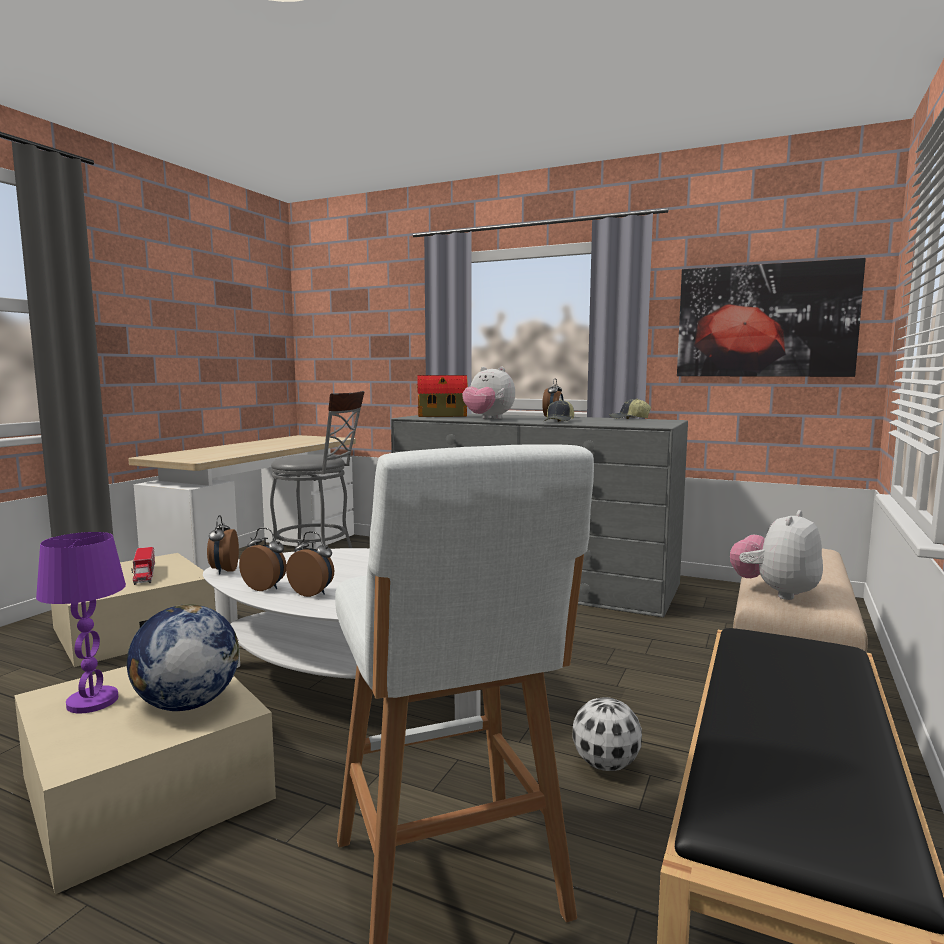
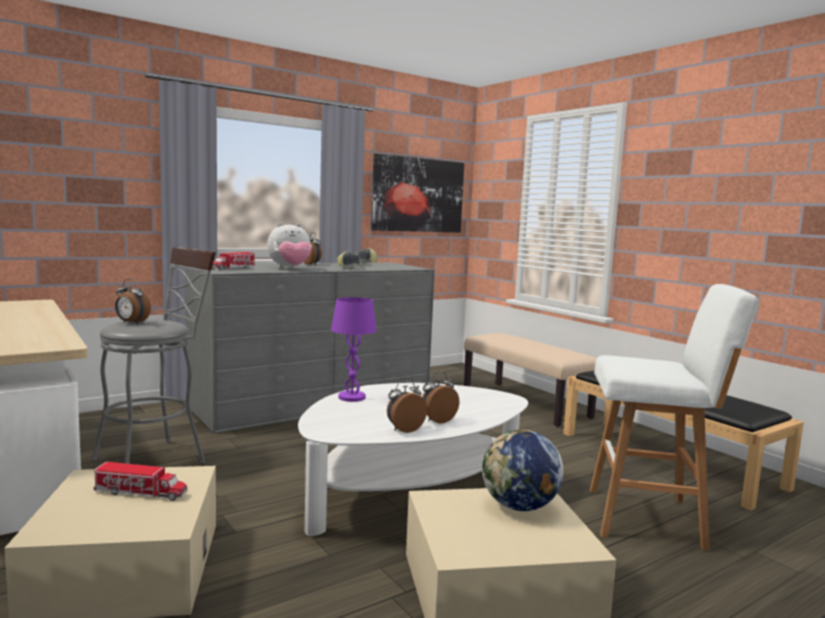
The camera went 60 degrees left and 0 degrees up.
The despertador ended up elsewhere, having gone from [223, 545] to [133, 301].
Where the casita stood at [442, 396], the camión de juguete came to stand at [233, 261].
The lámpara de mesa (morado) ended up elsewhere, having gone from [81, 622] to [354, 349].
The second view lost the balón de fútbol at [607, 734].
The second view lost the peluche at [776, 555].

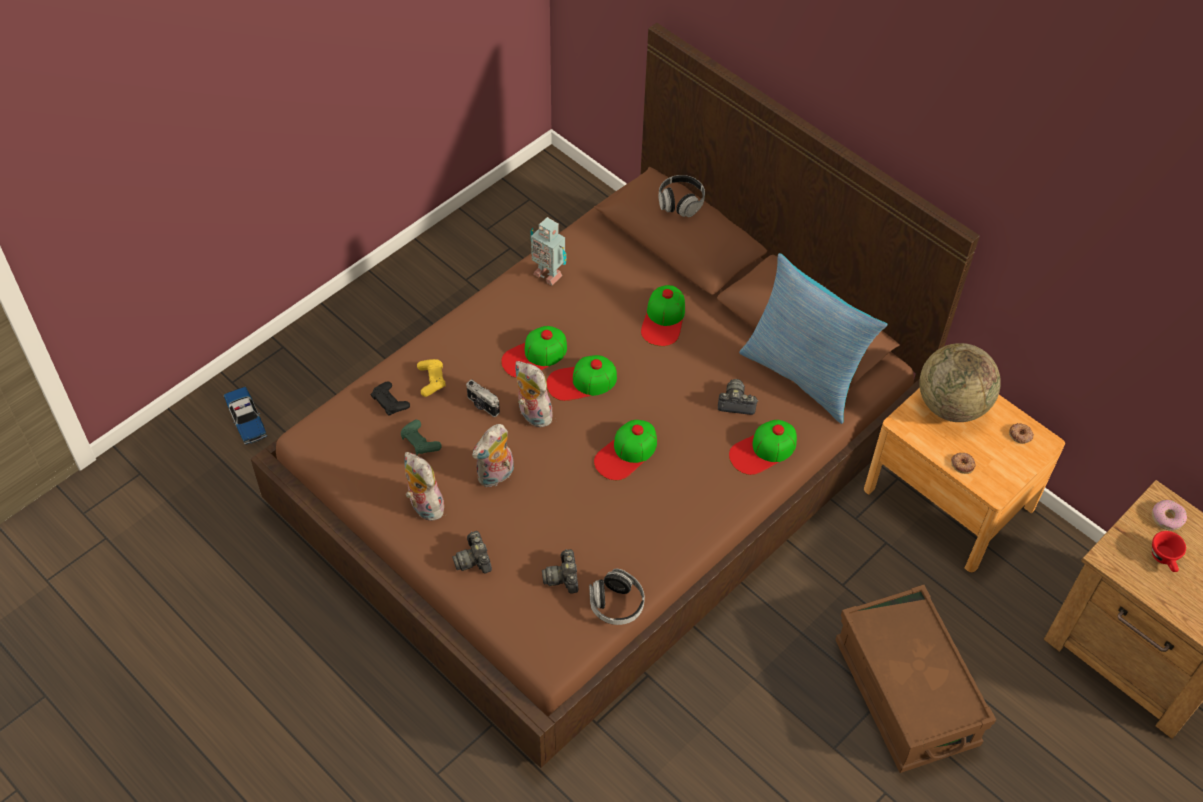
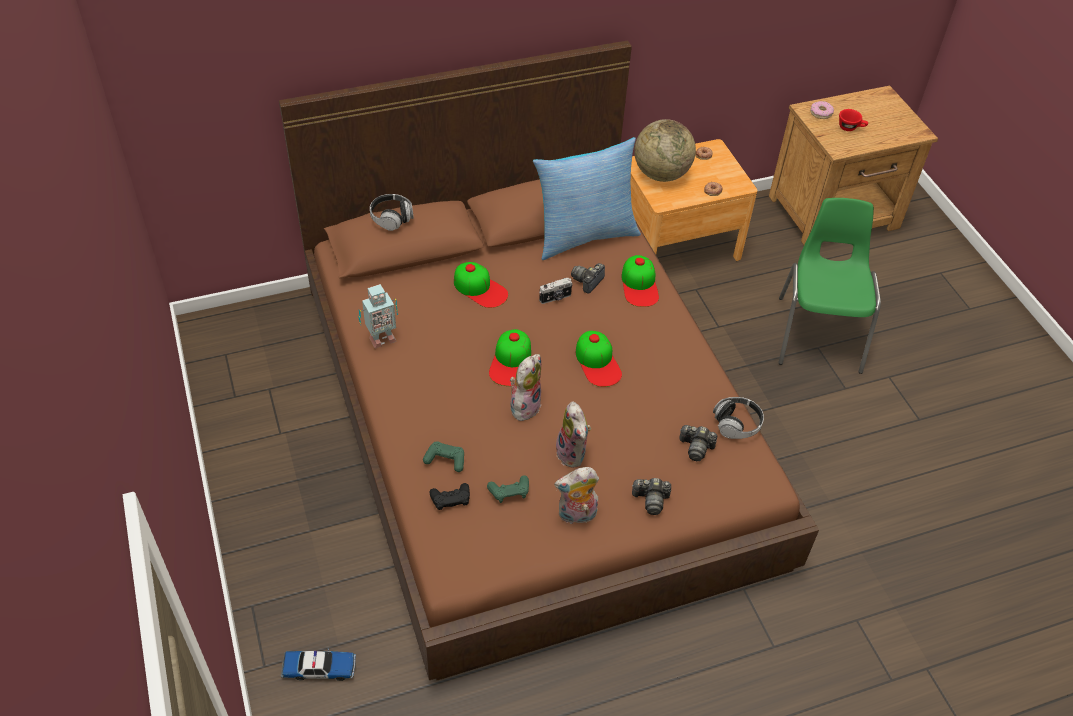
The camera went 65 degrees left and 5 degrees down.
What was the mando de consola (amarillo) at [431, 378] turned into the mando de consola (verde) at [443, 456].
The peluche at [534, 394] ended up facing another way, 135 degrees clockwise from before.
The cámara ended up elsewhere, having gone from [483, 398] to [556, 291].
Where the caja de almacenaje (marrón) stood at [915, 679], the silla (verde) came to stand at [829, 286].
The second view lost the gorra at [534, 352].

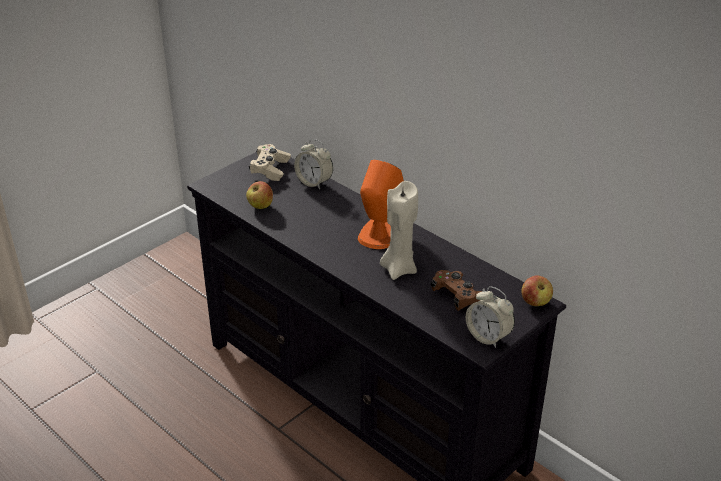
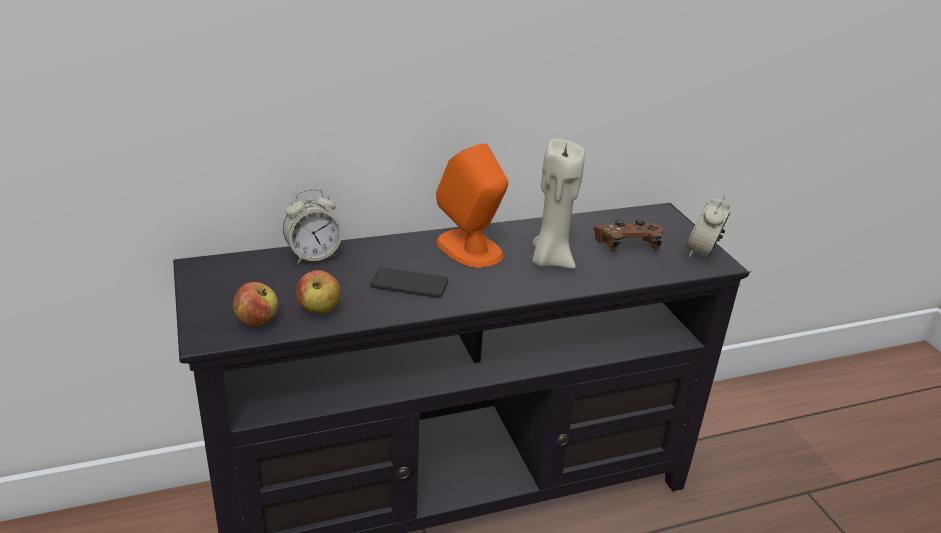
The camera went 65 degrees left and 5 degrees down.
The manzana ended up elsewhere, having gone from [537, 290] to [255, 304].
The second view gained the móvil at [409, 283].
The despertador at [490, 317] ended up facing another way, 135 degrees clockwise from before.
The second view lost the mando de consola (beis) at [270, 162].

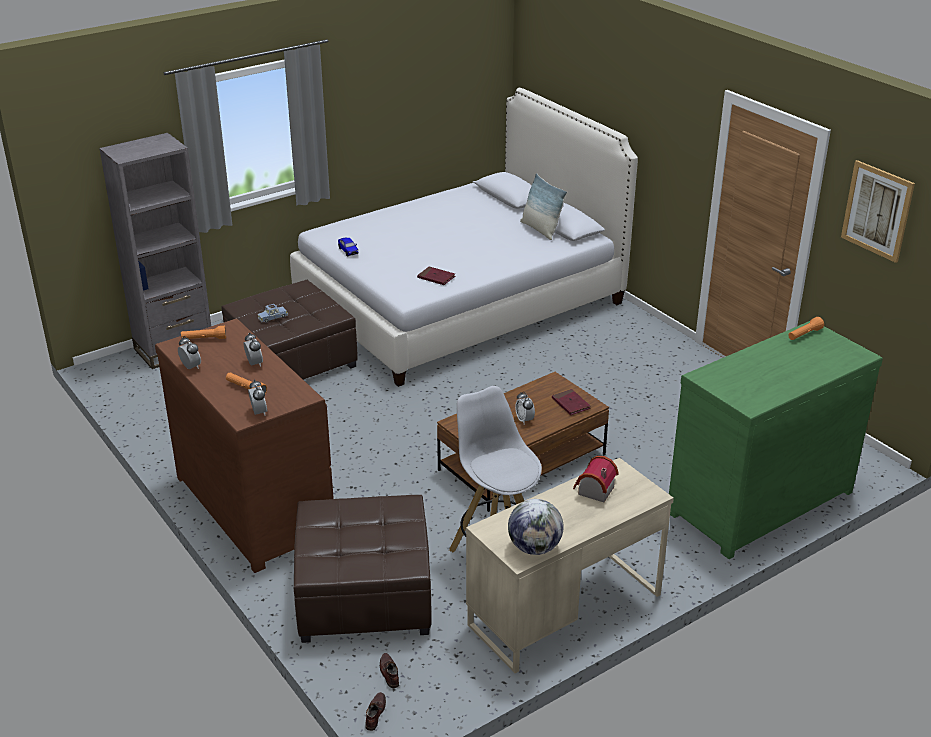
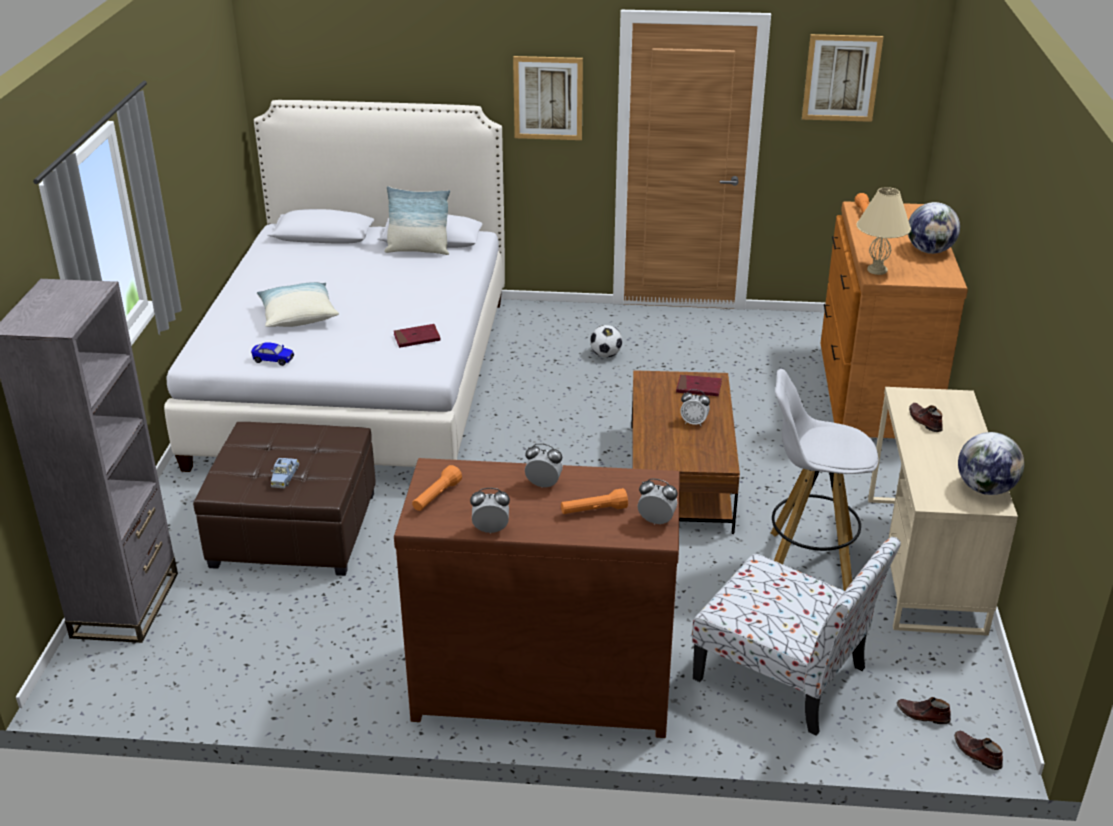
The camera went 50 degrees left and 0 degrees up.
The second view gained the cojín at [298, 304].
The second view gained the cuadro at [548, 98].
The second view gained the balón de fútbol at [606, 341].
Where the puf (marrón) stood at [363, 569], the silla came to stand at [796, 636].
What was the cómoda (verde) at [776, 440] turned into the cómoda (marrón) at [894, 319].
The second view gained the lámpara de mesa (beis) at [884, 231].
The second view gained the globo terráqueo at [934, 228].
Where the casita stood at [596, 479], the zapato (marrón) came to stand at [926, 417].

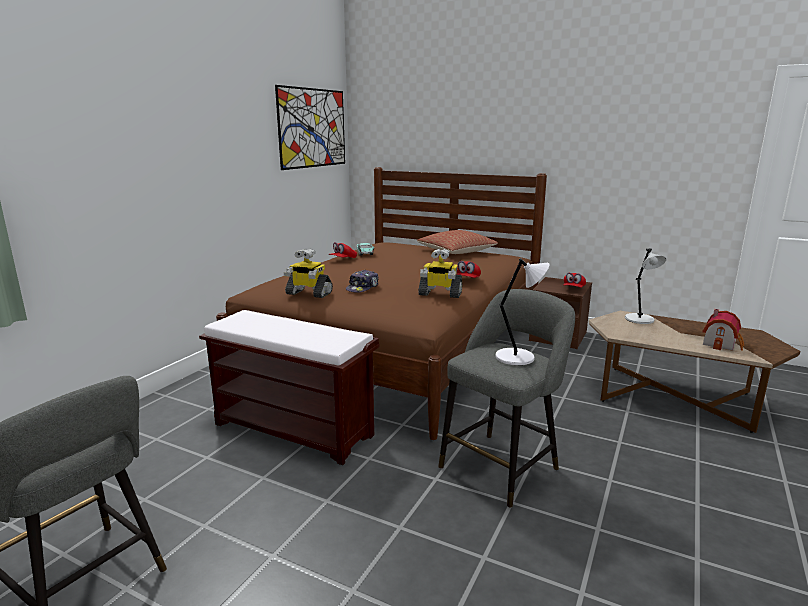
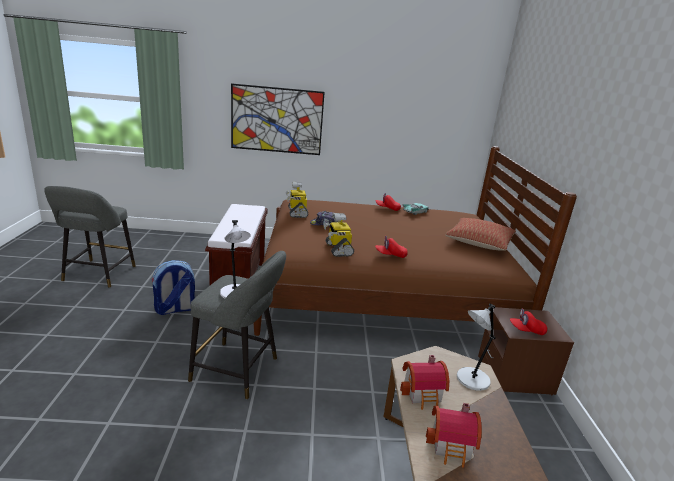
The camera went 60 degrees right and 5 degrees up.
The second view gained the mochila at [173, 287].
The cuadro ended up elsewhere, having gone from [310, 127] to [278, 119].
The second view gained the casita at [424, 382].

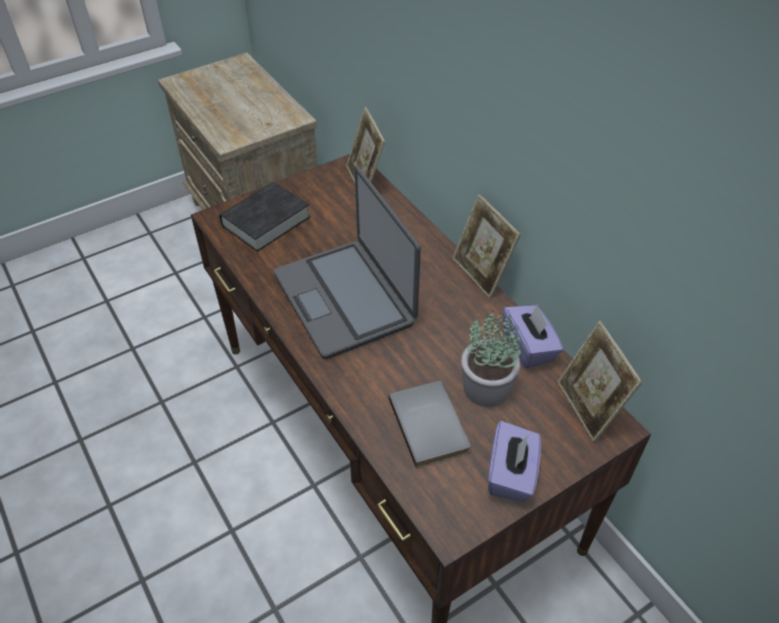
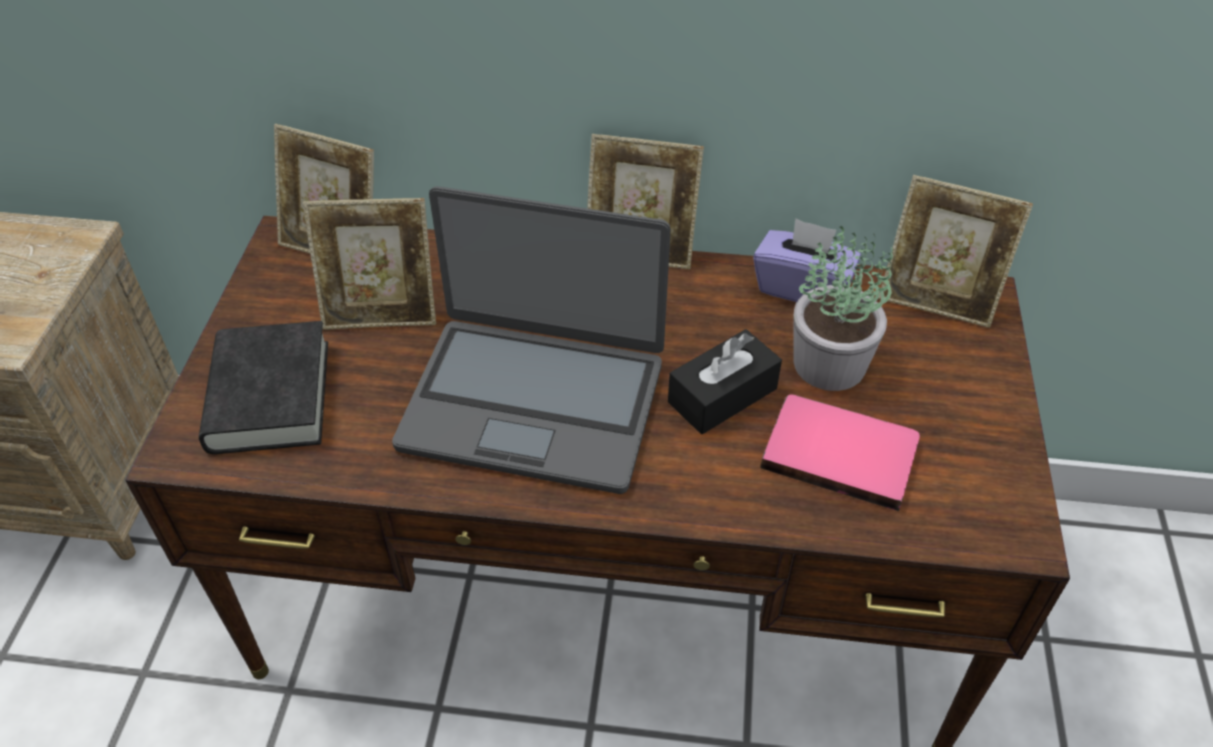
The camera went 50 degrees left and 0 degrees up.
The second view gained the portarretratos at [369, 264].
The second view gained the caja de pañuelos (negro) at [725, 381].
What was the libro (gris) at [429, 425] turned into the libro (rosa) at [840, 452].
The second view lost the caja de pañuelos (morado) at [514, 461].

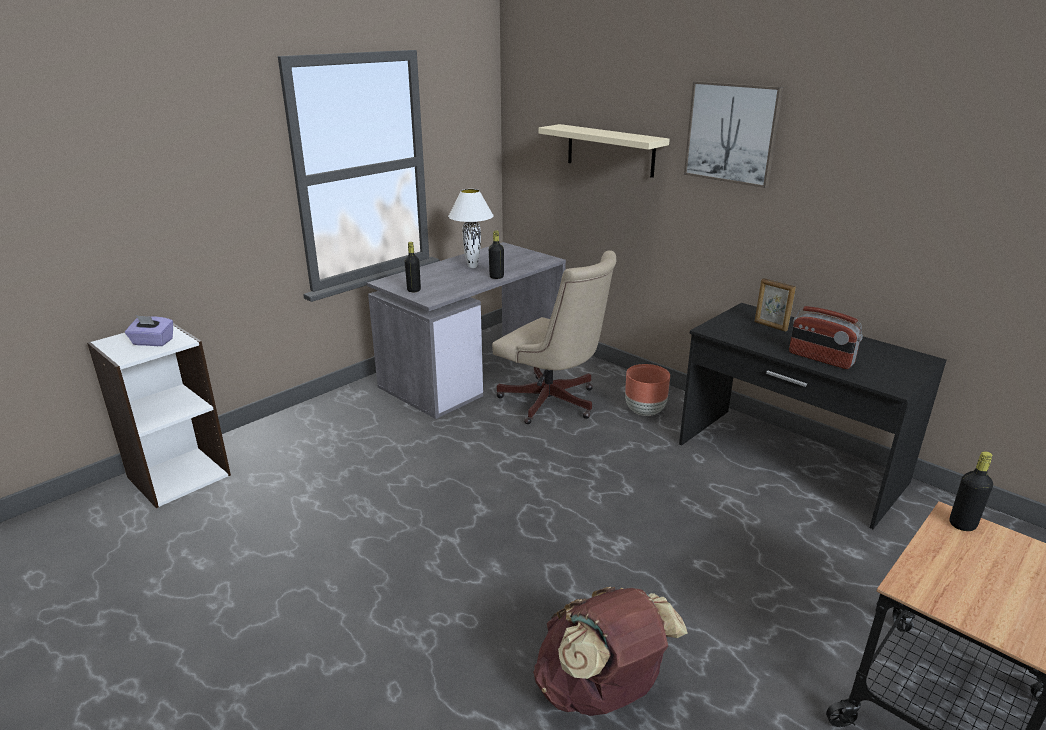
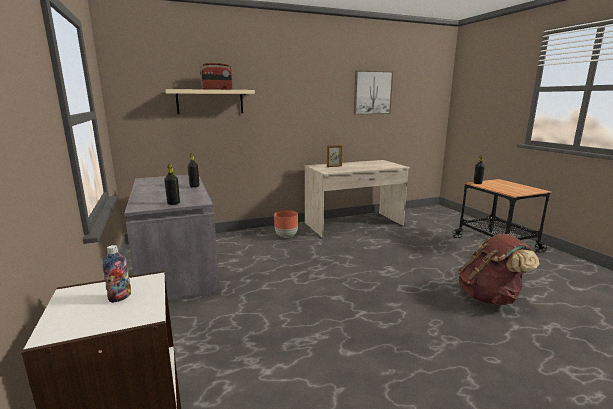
The camera went 65 degrees left and 10 degrees down.
Where the caja de pañuelos (morado) stood at [149, 330], the botella came to stand at [117, 274].
The radio ended up elsewhere, having gone from [826, 337] to [216, 76].
What was the escritorio (negro) at [812, 416] turned into the escritorio (beis) at [357, 199].
The cuadro ended up elsewhere, having gone from [733, 134] to [373, 92].
The second view lost the lámpara de mesa (blanco) at [471, 228].
The second view lost the silla de oficina (beis) at [554, 337].

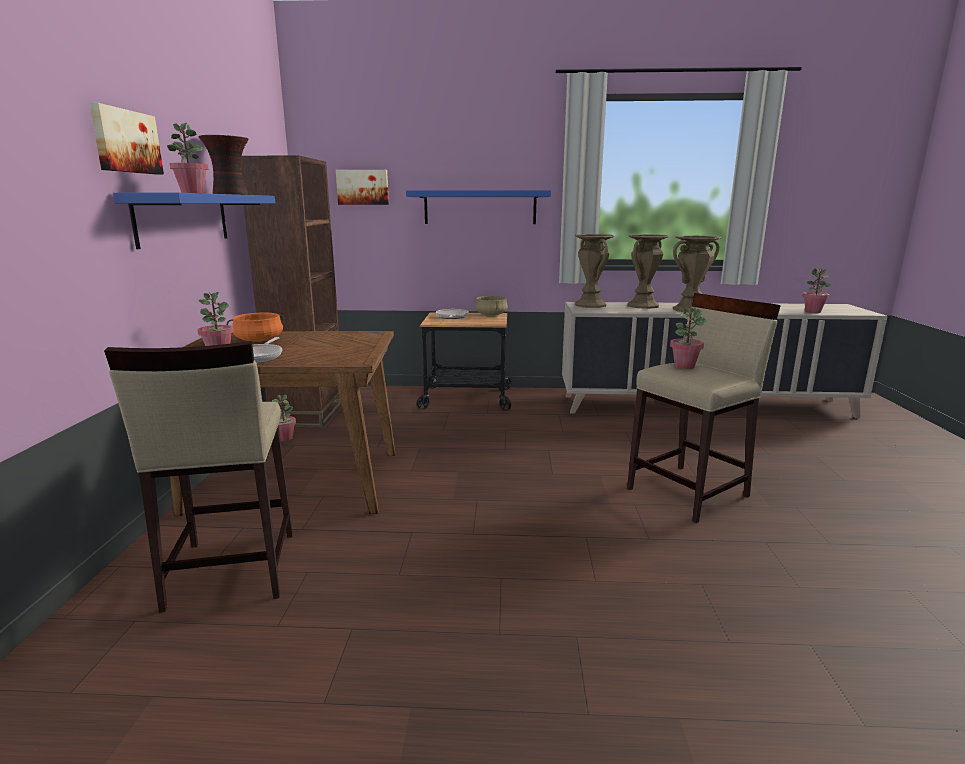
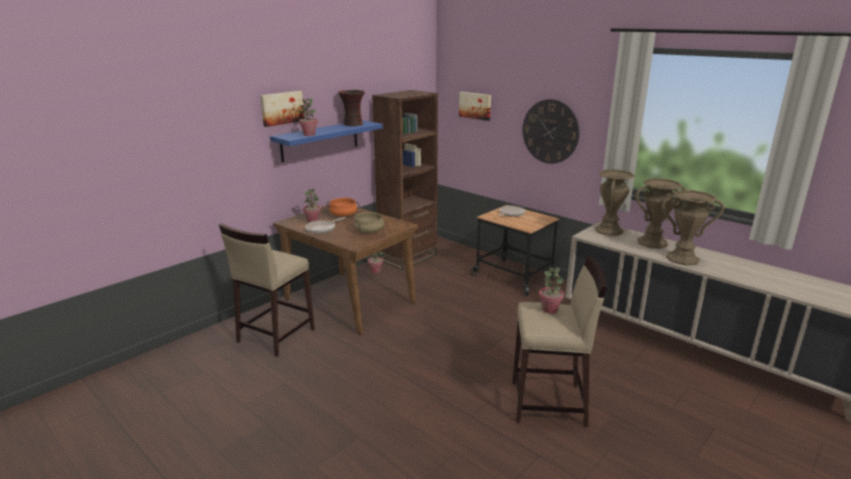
The camera went 40 degrees right and 5 degrees up.
The olla (beis) ended up elsewhere, having gone from [491, 306] to [368, 222].
Where the estante (azul) hung at [478, 207], the reloj de pared came to hang at [550, 131].
The second view lost the planta en maceta at [817, 290].

